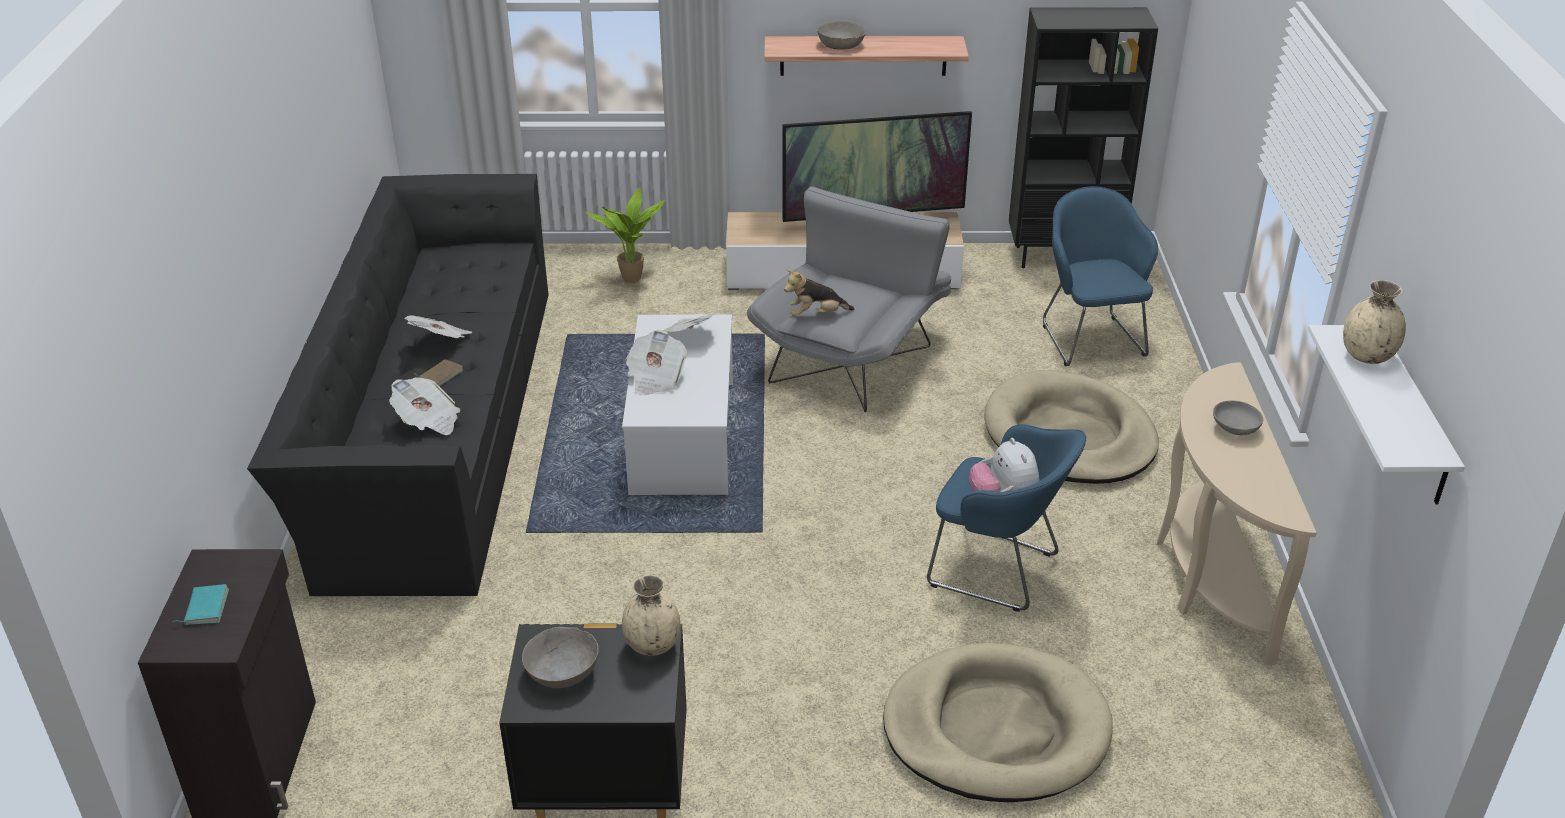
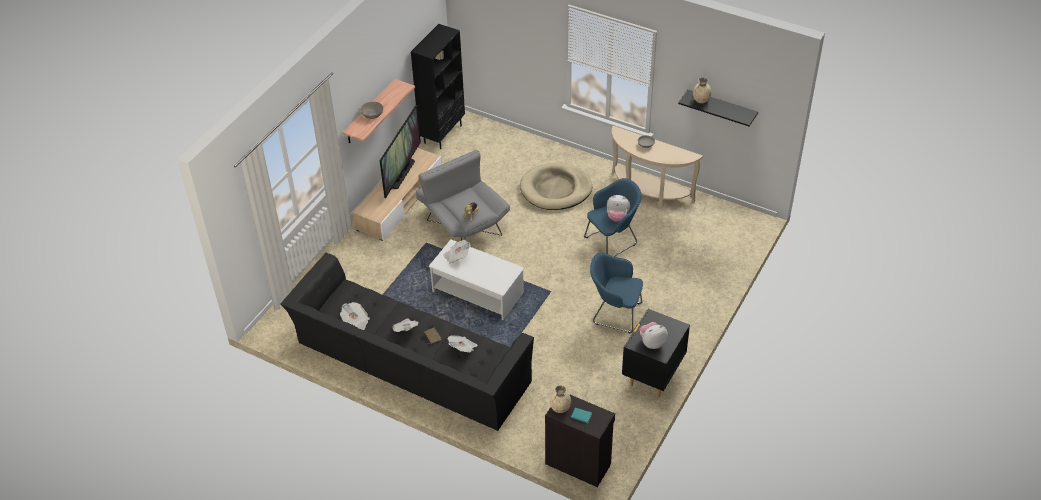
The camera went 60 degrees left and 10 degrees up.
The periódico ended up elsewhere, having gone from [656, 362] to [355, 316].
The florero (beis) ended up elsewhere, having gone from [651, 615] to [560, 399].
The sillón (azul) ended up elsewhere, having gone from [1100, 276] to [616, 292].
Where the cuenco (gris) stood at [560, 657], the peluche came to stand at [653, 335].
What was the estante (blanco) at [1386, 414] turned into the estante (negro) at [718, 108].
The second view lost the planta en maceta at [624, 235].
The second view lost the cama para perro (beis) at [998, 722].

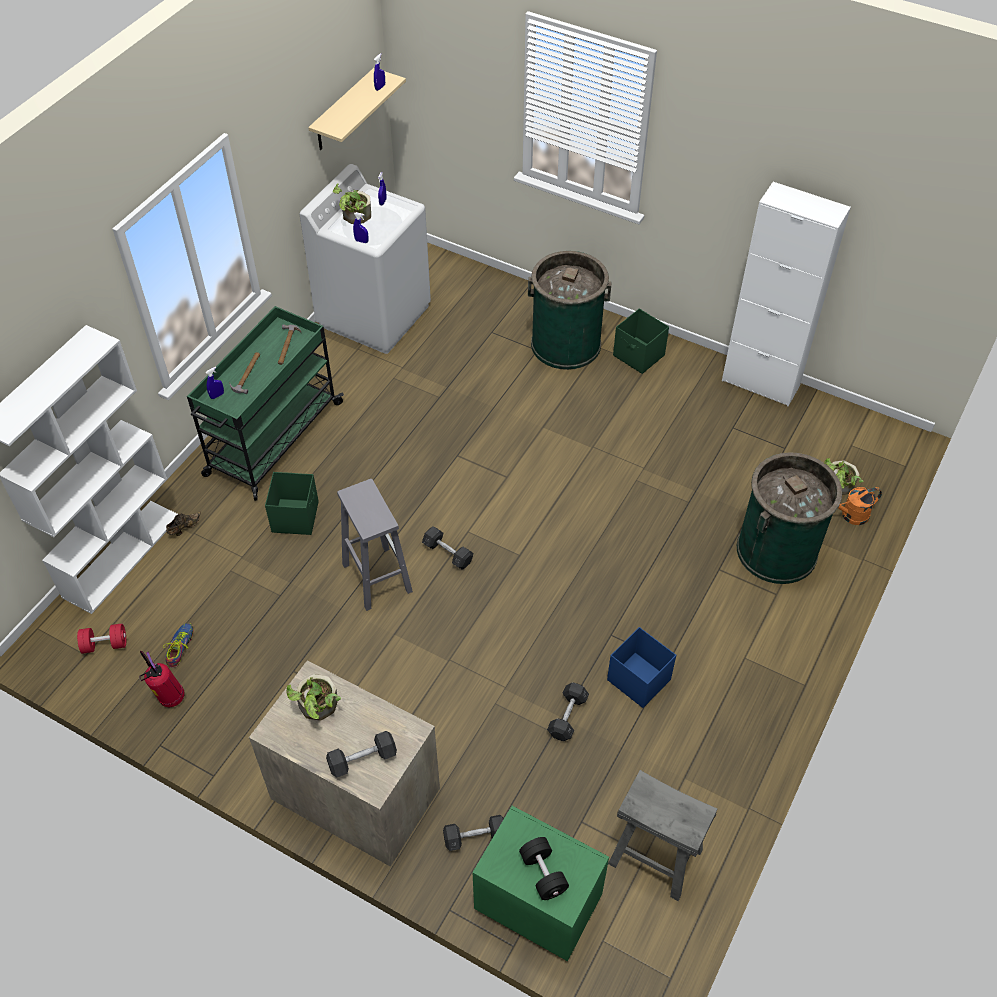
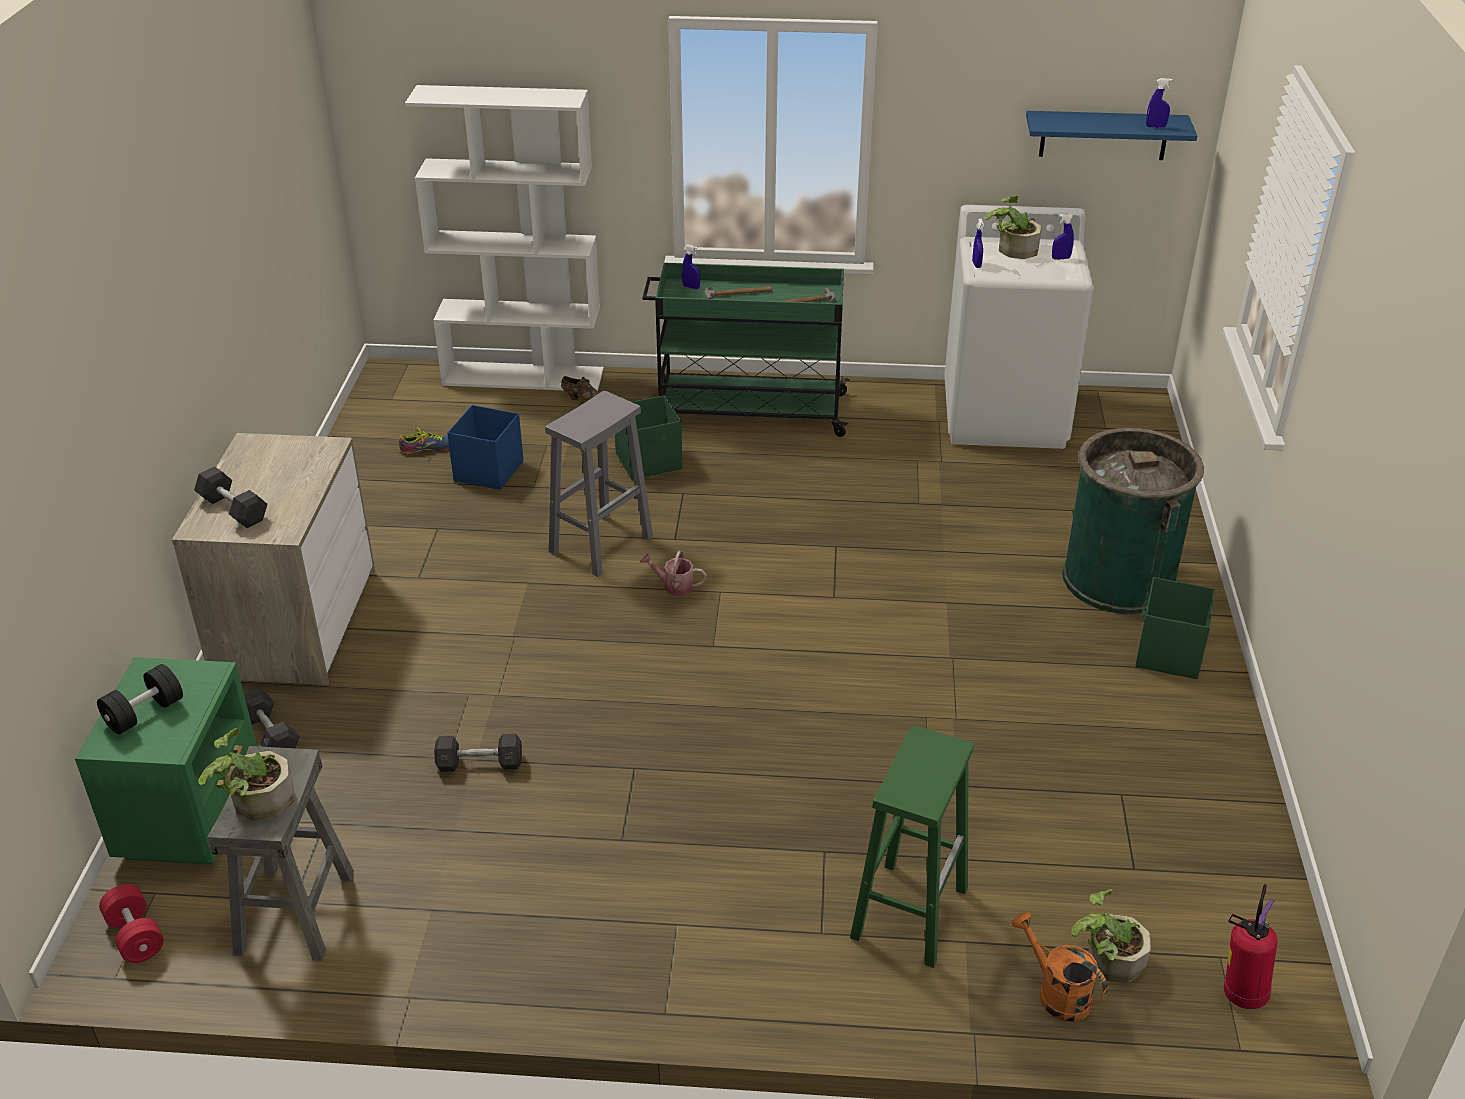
The camera went 65 degrees right and 15 degrees down.
The mancuerna (rojo) ended up elsewhere, having gone from [101, 638] to [131, 923].
The planta en maceta ended up elsewhere, having gone from [313, 697] to [246, 774].
The caja de almacenaje (azul) ended up elsewhere, having gone from [641, 667] to [485, 447].
Where the mancuerna (gris) stood at [447, 548], the regadera came to stand at [673, 573].
Where the papelera (verde) stood at [789, 518], the taburete (verde) came to stand at [912, 846].
What was the estante (beis) at [357, 109] turned into the estante (azul) at [1111, 135].
The extintor ended up elsewhere, having gone from [162, 679] to [1250, 946].
The second view lost the armario (blanco) at [786, 294].

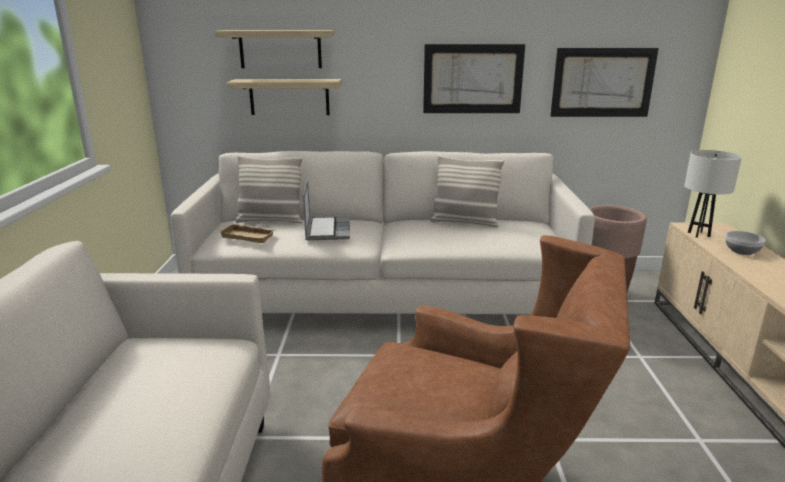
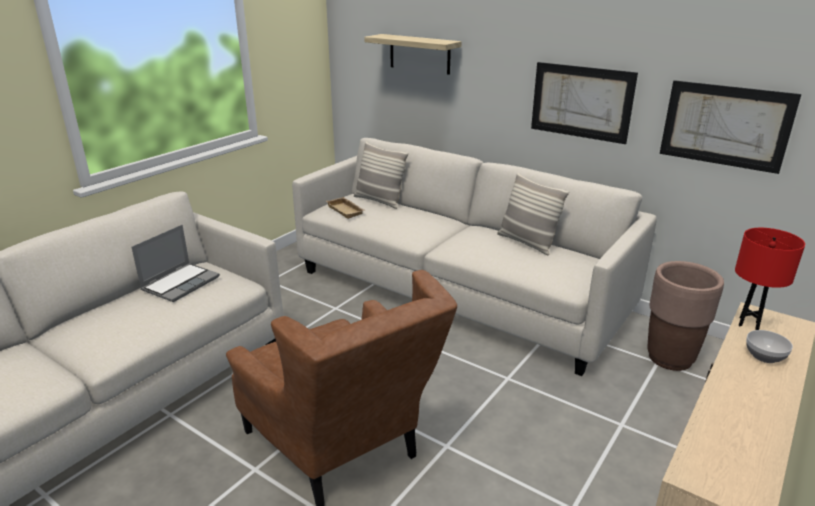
The camera went 35 degrees right and 5 degrees up.
The portátil ended up elsewhere, having gone from [326, 209] to [176, 263].
What was the lámpara de mesa (blanco) at [713, 194] turned into the lámpara de mesa (rojo) at [770, 279].
The second view lost the estante at [284, 97].

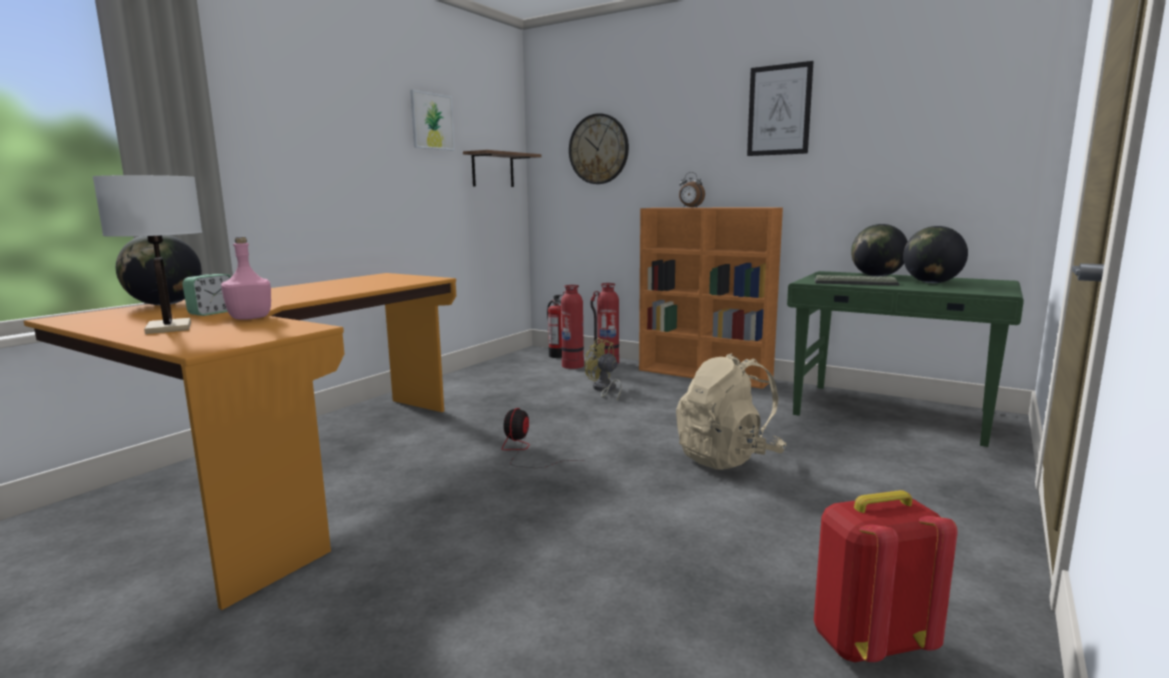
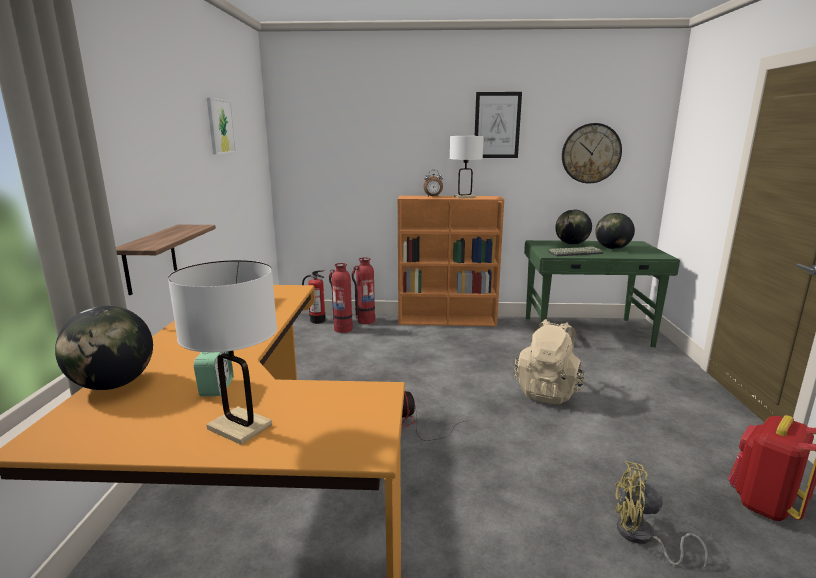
The camera went 30 degrees left and 5 degrees up.
The estante ended up elsewhere, having gone from [502, 168] to [166, 260].
The second view gained the lámpara de mesa (blanco) at [467, 167].
The reloj de pared ended up elsewhere, having gone from [599, 148] to [592, 153].
The ventilador (amarillo) ended up elsewhere, having gone from [603, 369] to [661, 514].
The second view lost the botella (rosa) at [246, 278].

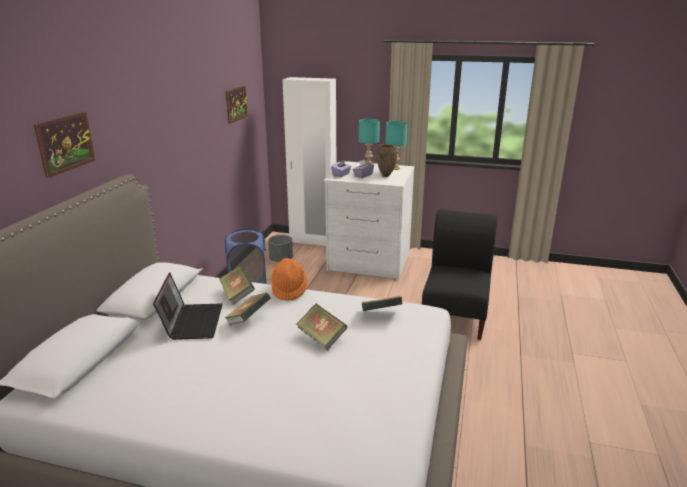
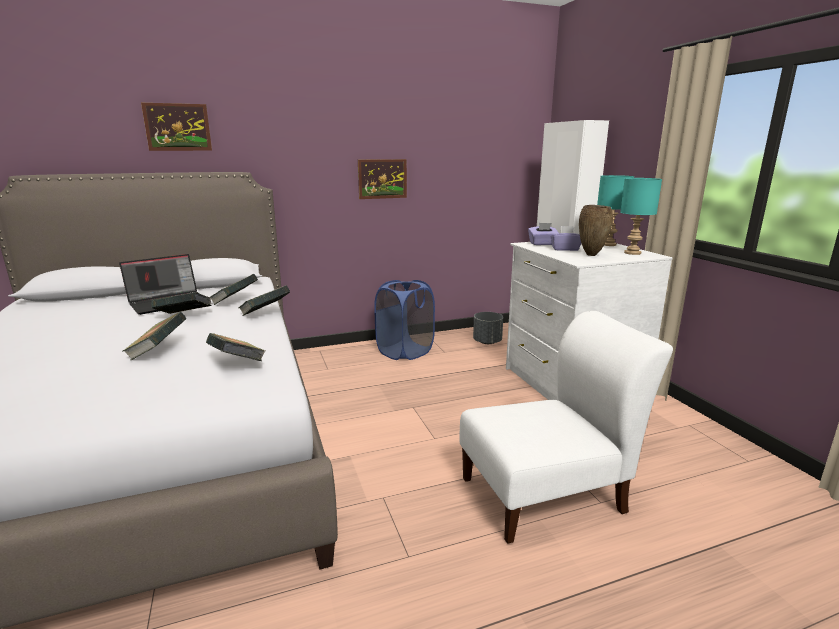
The camera went 55 degrees right and 5 degrees down.
Where the sombrero (naranja) stood at [289, 279], the libro came to stand at [264, 300].
The cuadro ended up elsewhere, having gone from [237, 105] to [382, 179].
What was the silla (negro) at [460, 274] turned into the silla (blanco) at [566, 427].

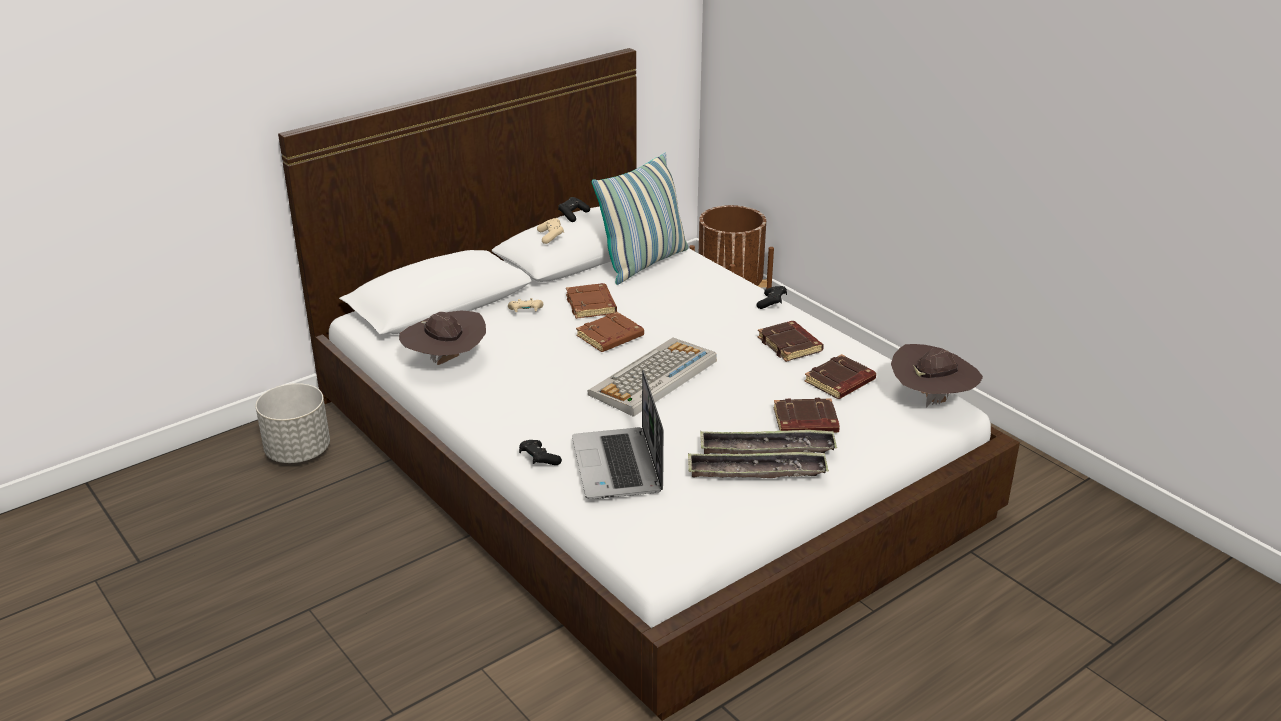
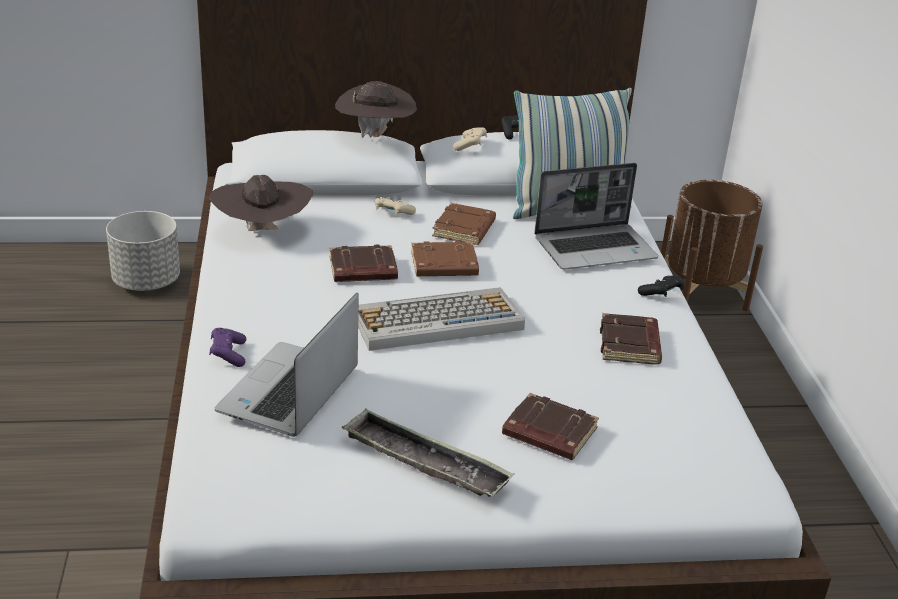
The camera went 30 degrees right and 0 degrees up.
What was the mando de consola (negro) at [540, 452] turned into the mando de consola (morado) at [227, 347].
The libro (marrón) ended up elsewhere, having gone from [840, 376] to [363, 263].
The sombrero (marrón) ended up elsewhere, having gone from [937, 376] to [376, 109].
The second view gained the portátil at [596, 216].
The second view lost the bandeja at [768, 442].

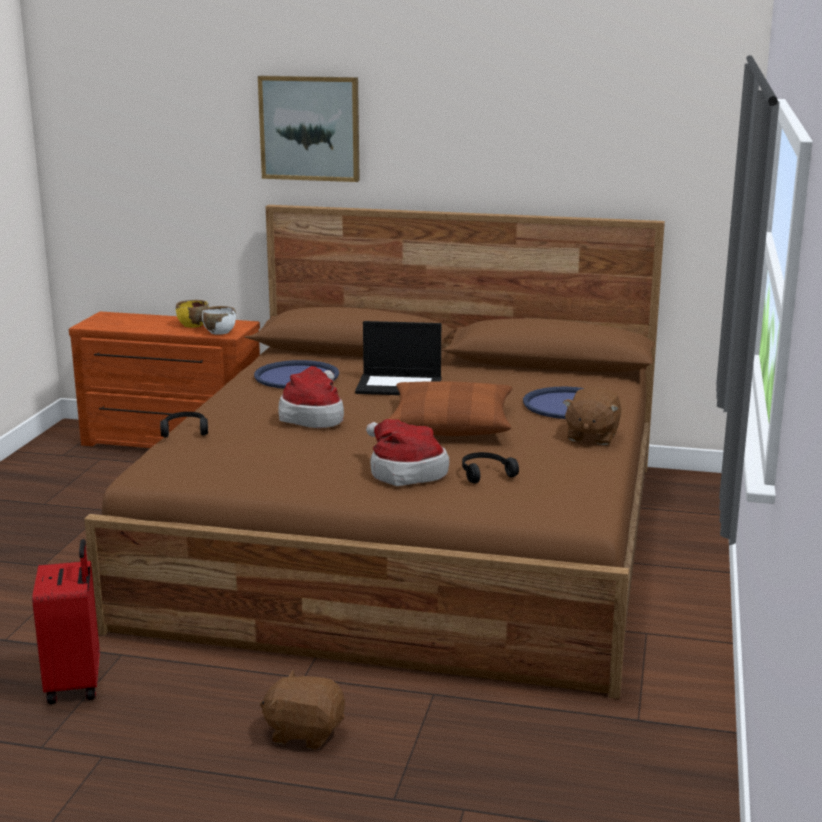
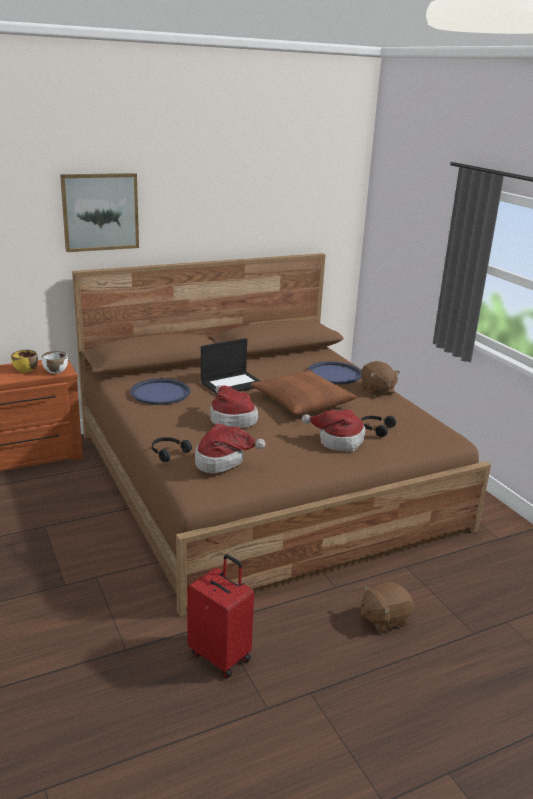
The camera went 40 degrees left and 5 degrees up.
The second view gained the sombrero at [230, 448].

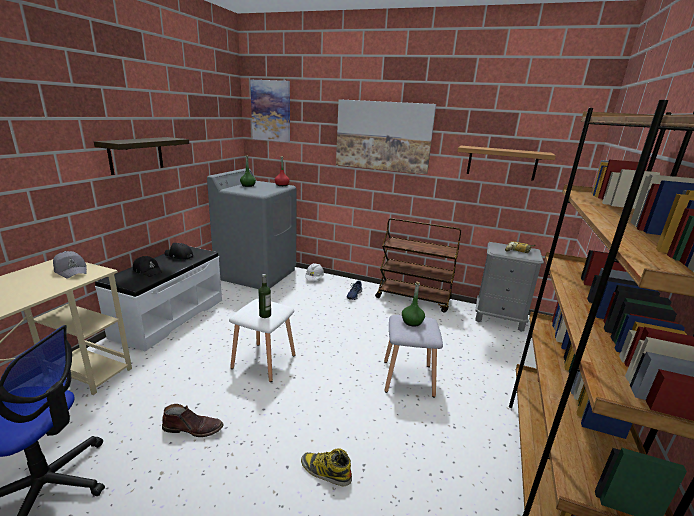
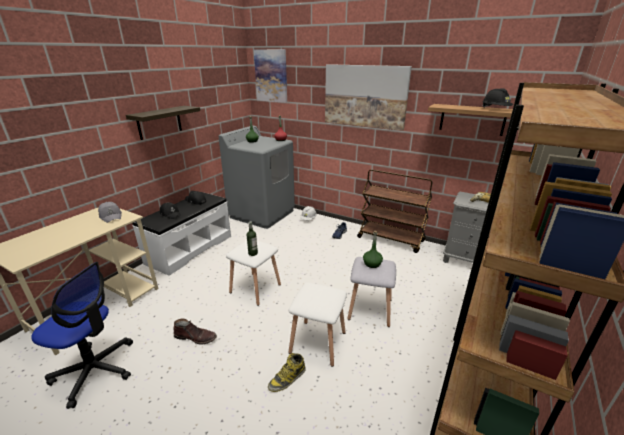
The camera went 10 degrees right and 5 degrees up.
The bota at [326, 467] ended up facing another way, 75 degrees counterclockwise from before.
The second view gained the taburete (blanco) at [317, 324].
The second view gained the casco (negro) at [497, 98].

